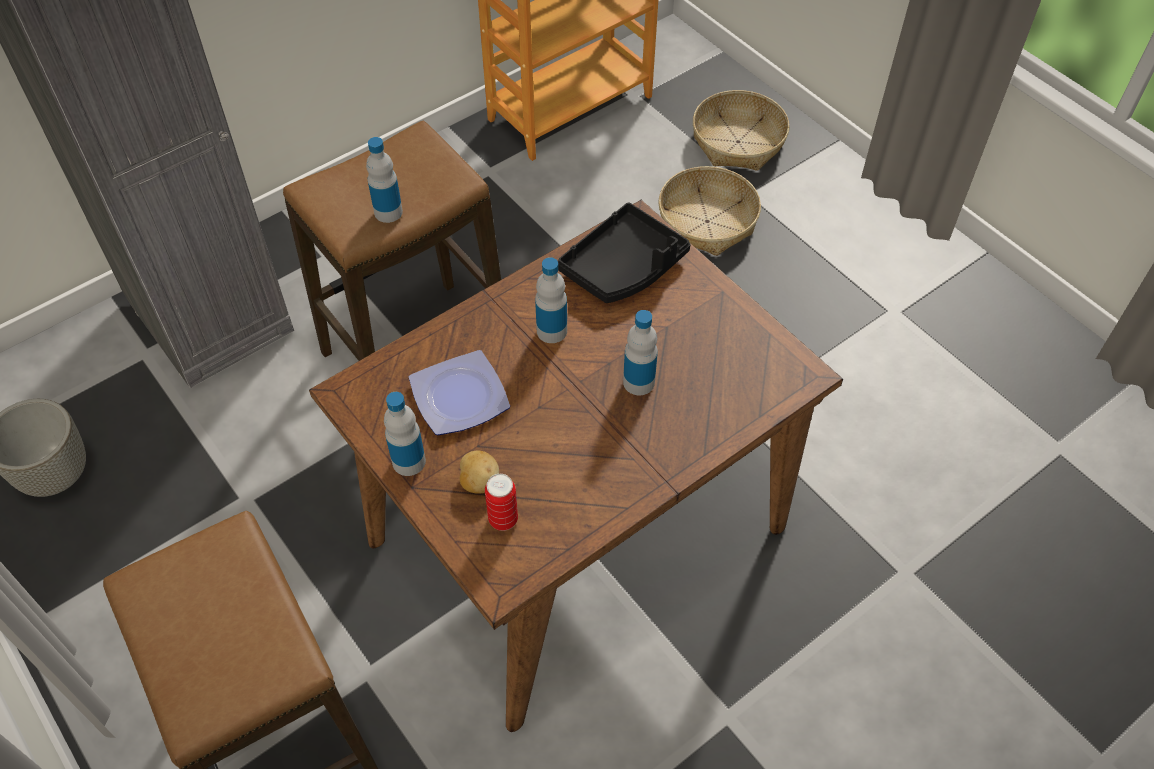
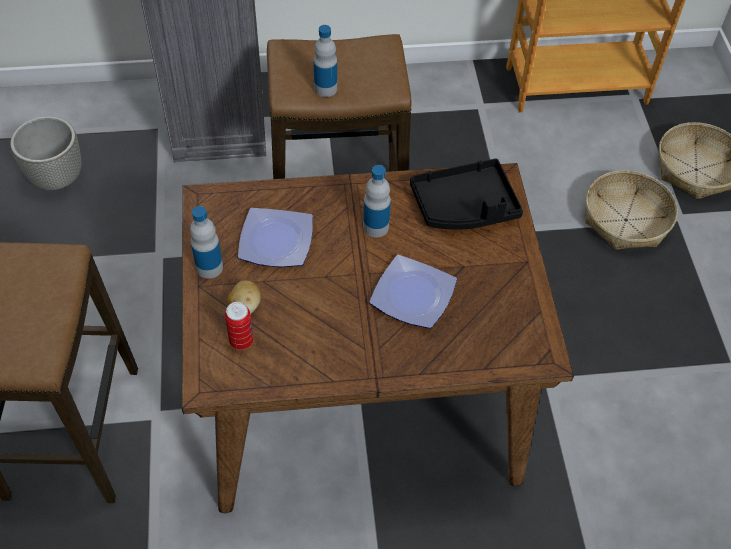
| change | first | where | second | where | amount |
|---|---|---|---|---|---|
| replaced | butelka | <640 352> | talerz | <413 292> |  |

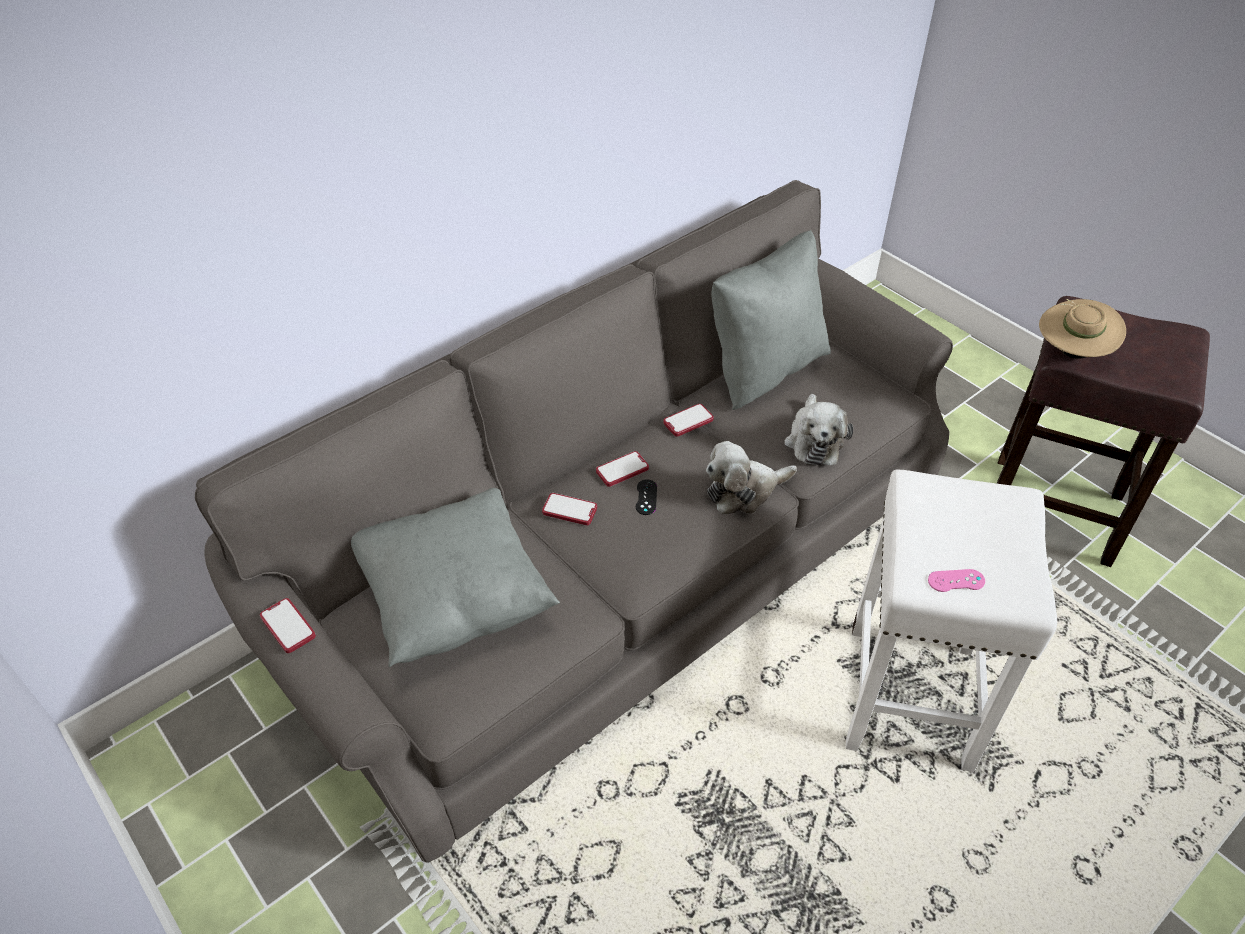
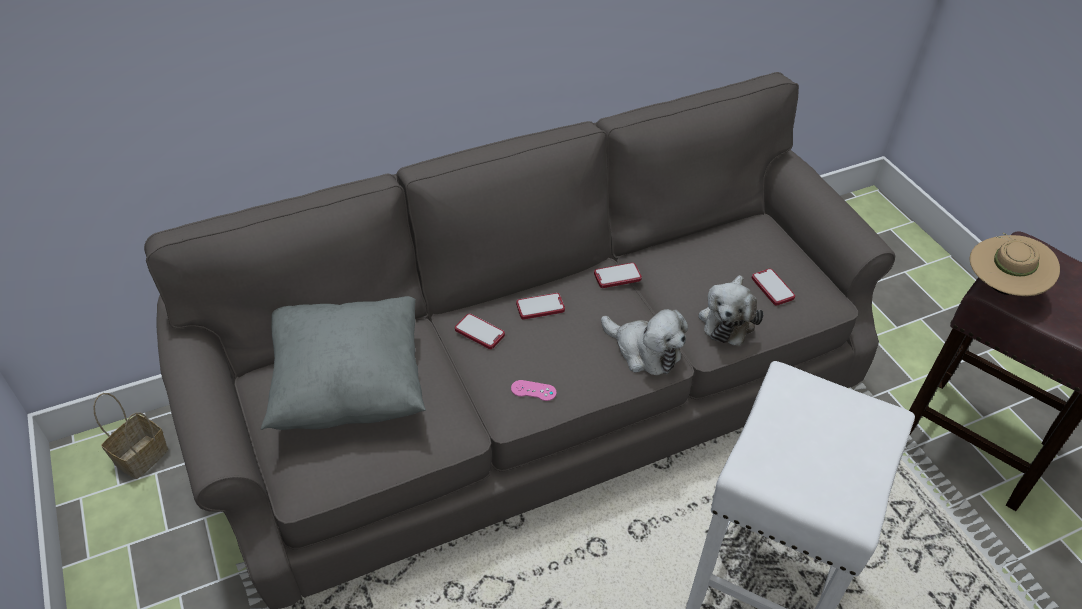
| change | first | where | second | where | amount |
|---|---|---|---|---|---|
| removed | poduszka/szary | <771 320> |  |  |  |
| turned | pluszak | <751 477> |  | <644 342> | 135 degrees counterclockwise |
| removed | pad do gier/czarny | <646 497> |  |  |  |
| moved | pad do gier/różowy | <956 580> |  | <533 390> |  |
| moved | telefon | <288 625> |  | <773 287> |  |
| added |  |  | koszyk | <131 436> |  |

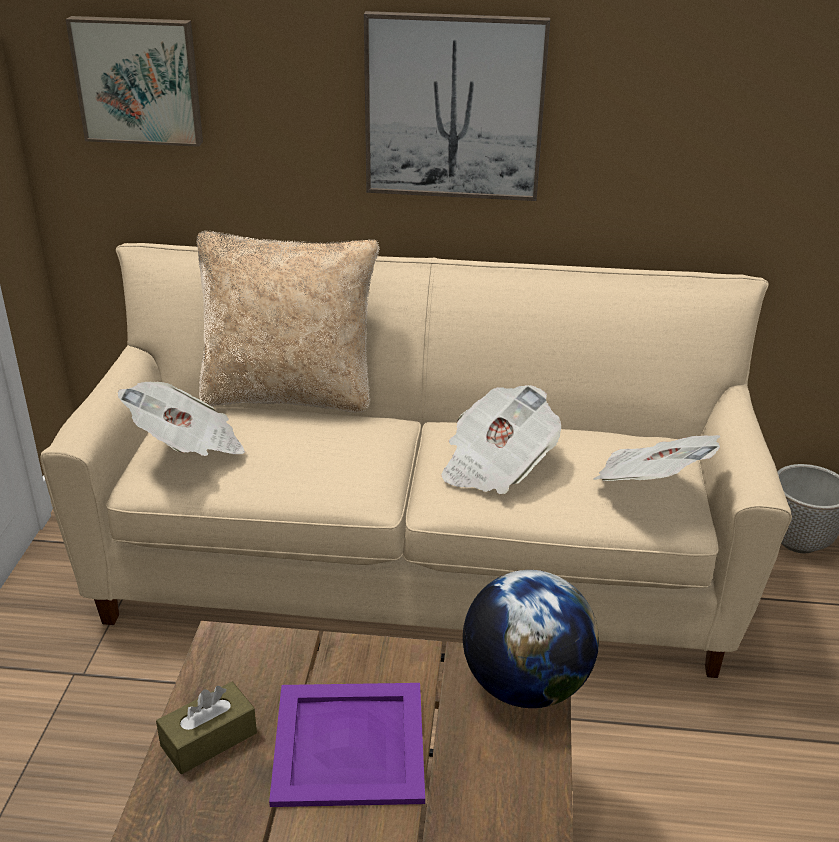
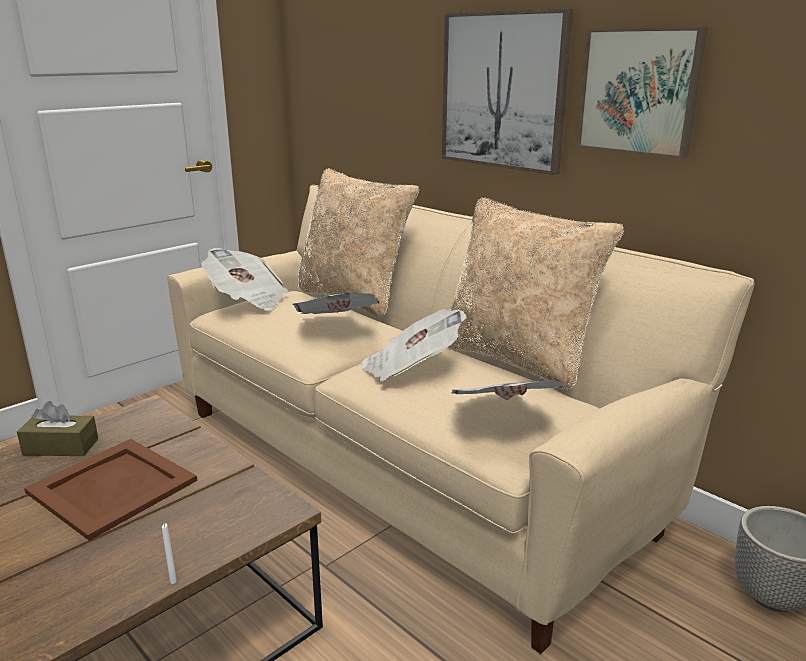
| change | first | where | second | where | amount |
|---|---|---|---|---|---|
| moved | obraz | <134 81> |  | <642 93> |  |
| removed | globus | <531 639> |  |  |  |
| recoloured | taca/fioletowy | <347 745> | taca/brązowy | <110 490> |  |
| added |  |  | poduszka/beżowy | <536 293> |  |
| added |  |  | gazeta | <336 303> |  |
| added |  |  | świeca/biały | <169 553> |  |

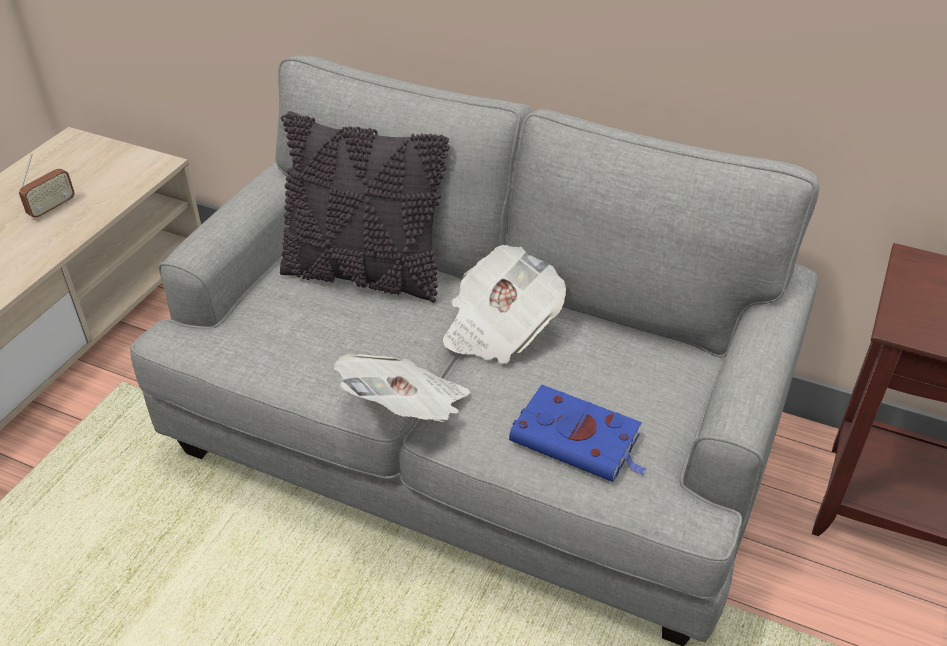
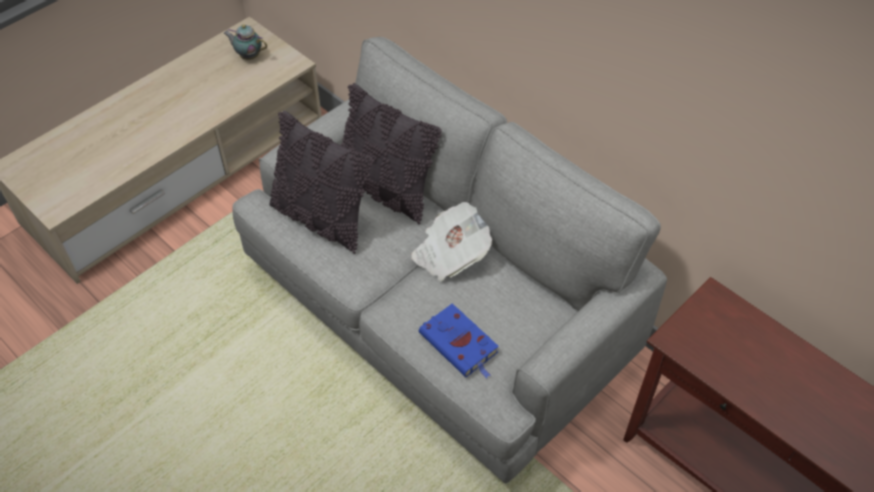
| change | first | where | second | where | amount |
|---|---|---|---|---|---|
| removed | radio | <47 186> |  |  |  |
| removed | gazeta | <402 388> |  |  |  |
| added |  |  | imbryk | <245 42> |  |
| added |  |  | poduszka/czarny | <321 182> |  |

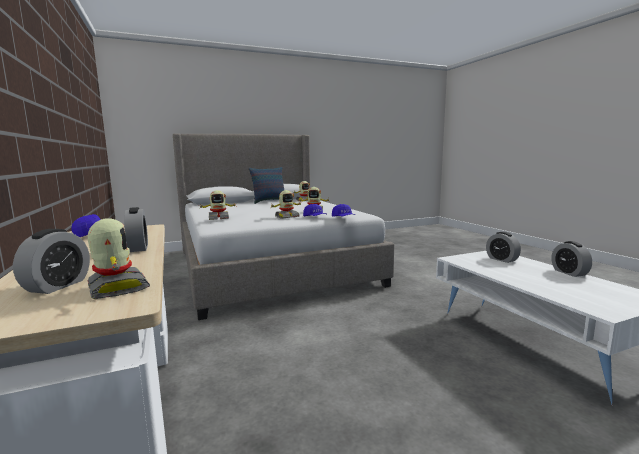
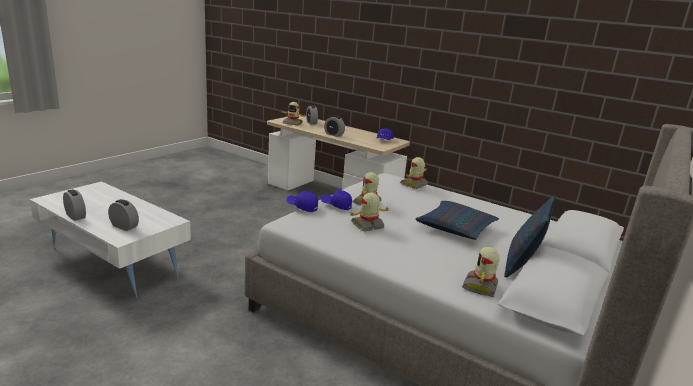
| change | first | where | second | where | amount |
|---|---|---|---|---|---|
| added |  |  | poduszka/niebieski | <457 220> |  |

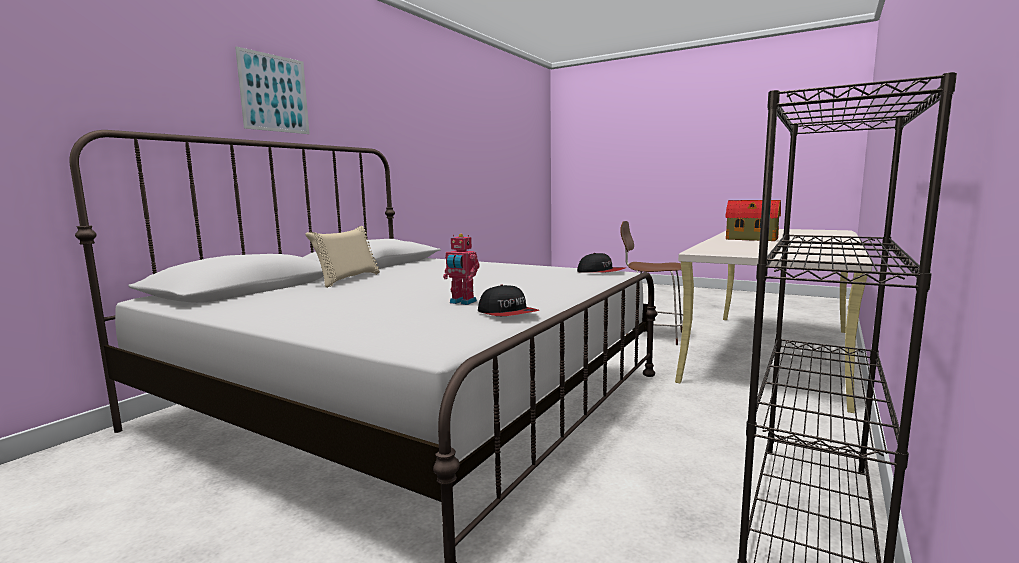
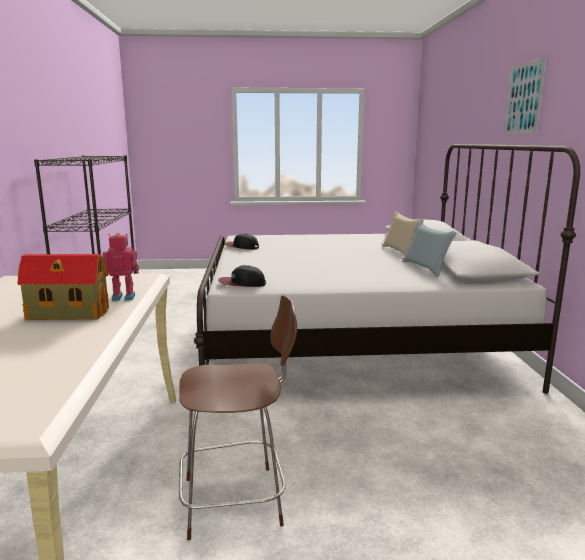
| change | first | where | second | where | amount |
|---|---|---|---|---|---|
| moved | robot zabawkowy | <461 269> |  | <120 267> |  |
| added |  |  | poduszka/niebieski | <428 249> |  |

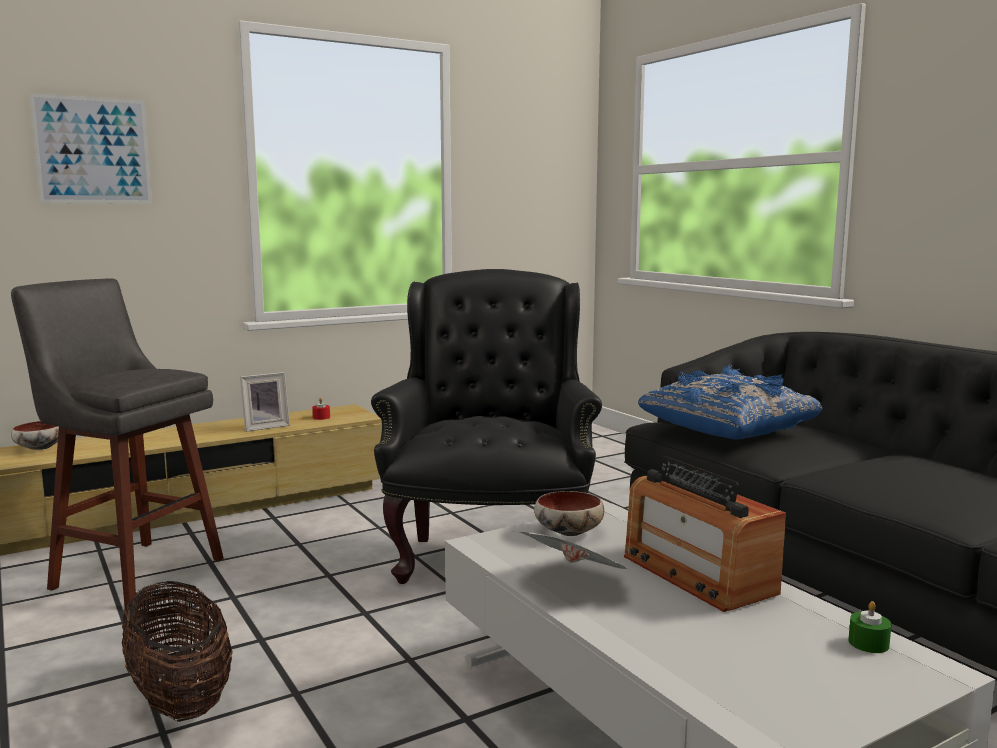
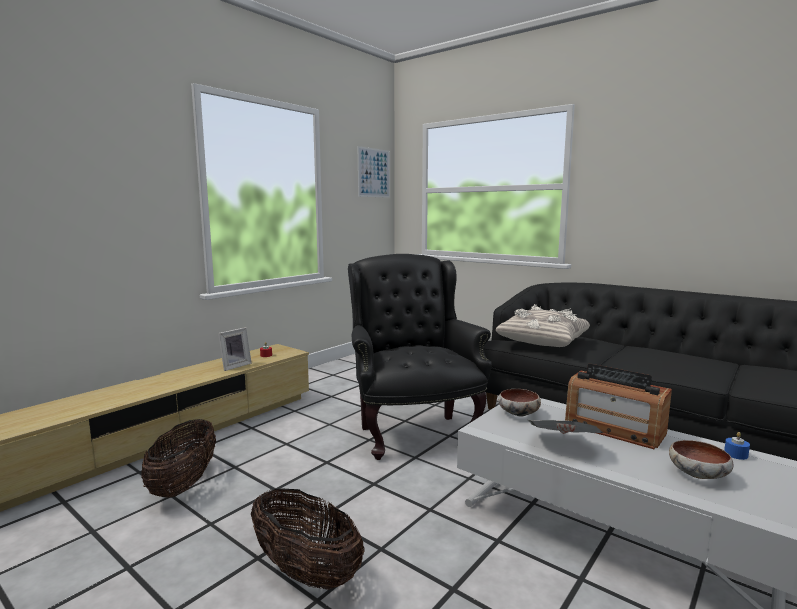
| change | first | where | second | where | amount |
|---|---|---|---|---|---|
| moved | obraz | <90 148> |  | <374 172> |  |
| replaced | stołek/szary | <117 442> | koszyk | <178 458> |  |
| recoloured | poduszka/niebieski | <730 401> | poduszka/beżowy | <543 326> |  |
| moved | miska | <35 435> |  | <701 459> |  |
| recoloured | świeca/zielony | <869 627> | świeca/niebieski | <737 446> |  |

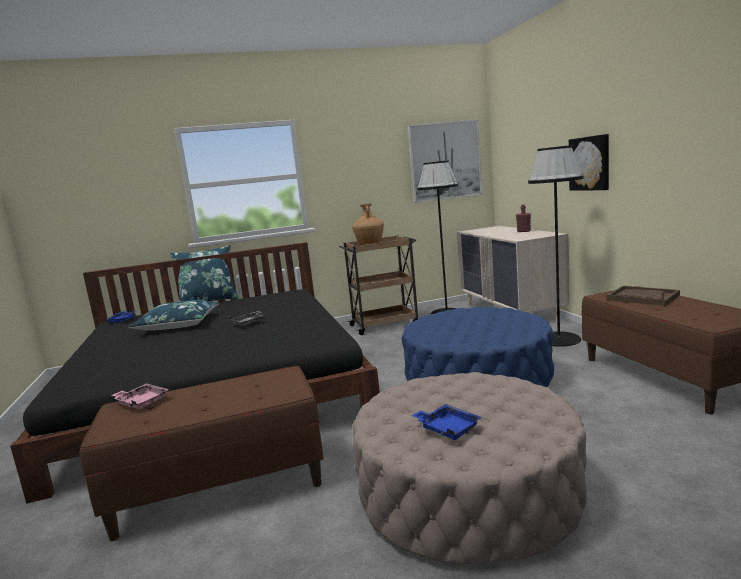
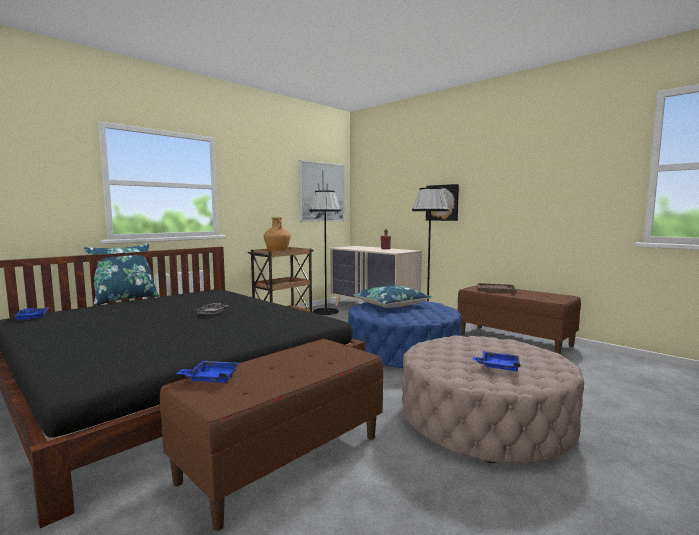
| change | first | where | second | where | amount |
|---|---|---|---|---|---|
| moved | poduszka/niebieski | <174 315> |  | <392 296> |  |
| recoloured | taca/różowy | <140 396> | taca/niebieski | <208 372> |  |

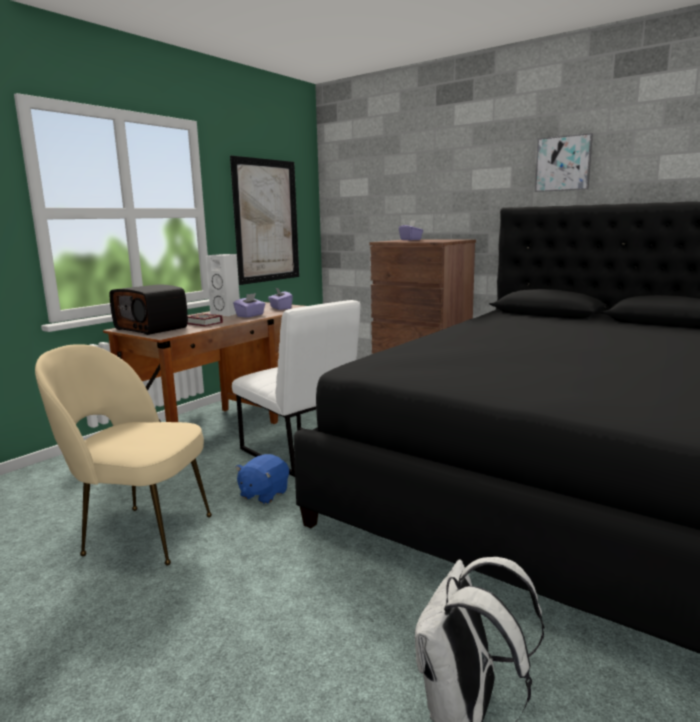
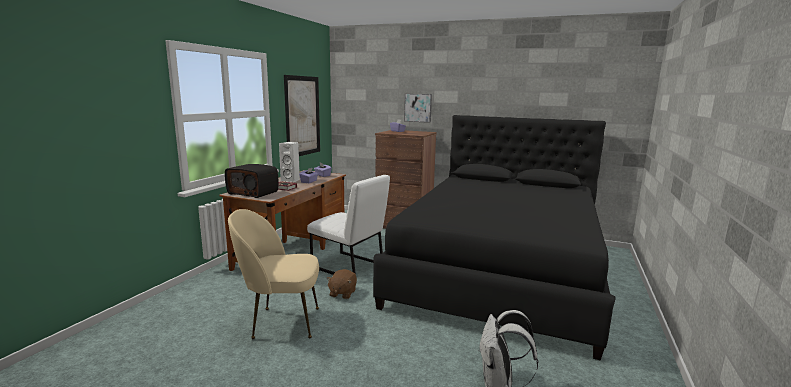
| change | first | where | second | where | amount |
|---|---|---|---|---|---|
| moved | obraz | <564 162> |  | <418 108> |  |
| recoloured | pluszak/niebieski | <262 479> | pluszak/brązowy | <341 284> |  |

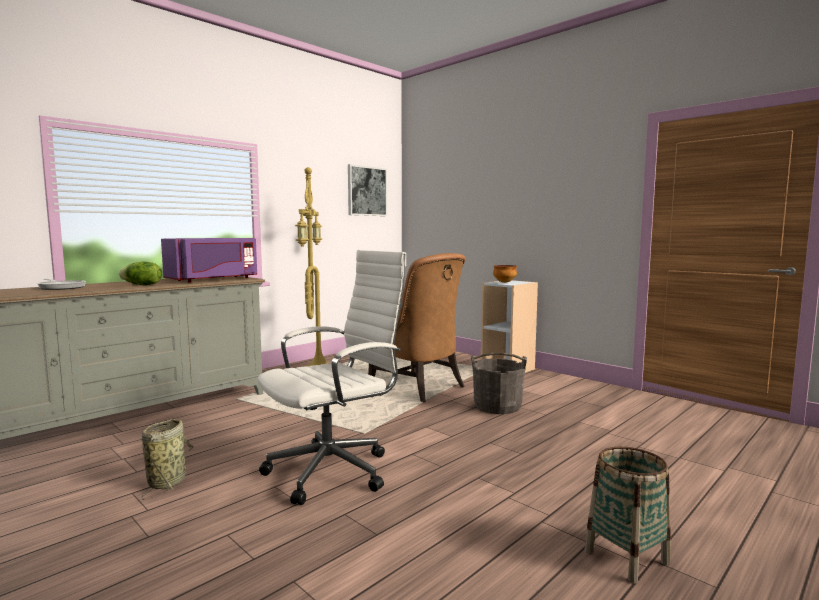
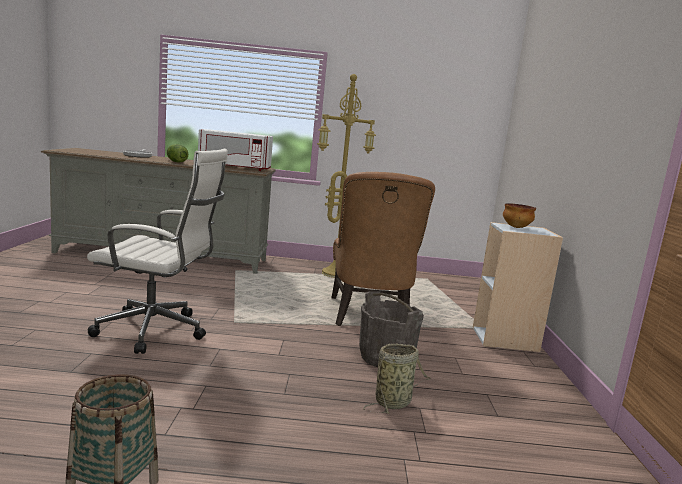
| change | first | where | second | where | amount |
|---|---|---|---|---|---|
| removed | obraz | <367 190> |  |  |  |
| recoloured | mikrofalówka/fioletowy | <209 260> | mikrofalówka/biały | <235 150> |  |
| moved | koszyk | <167 459> |  | <397 378> |  |

